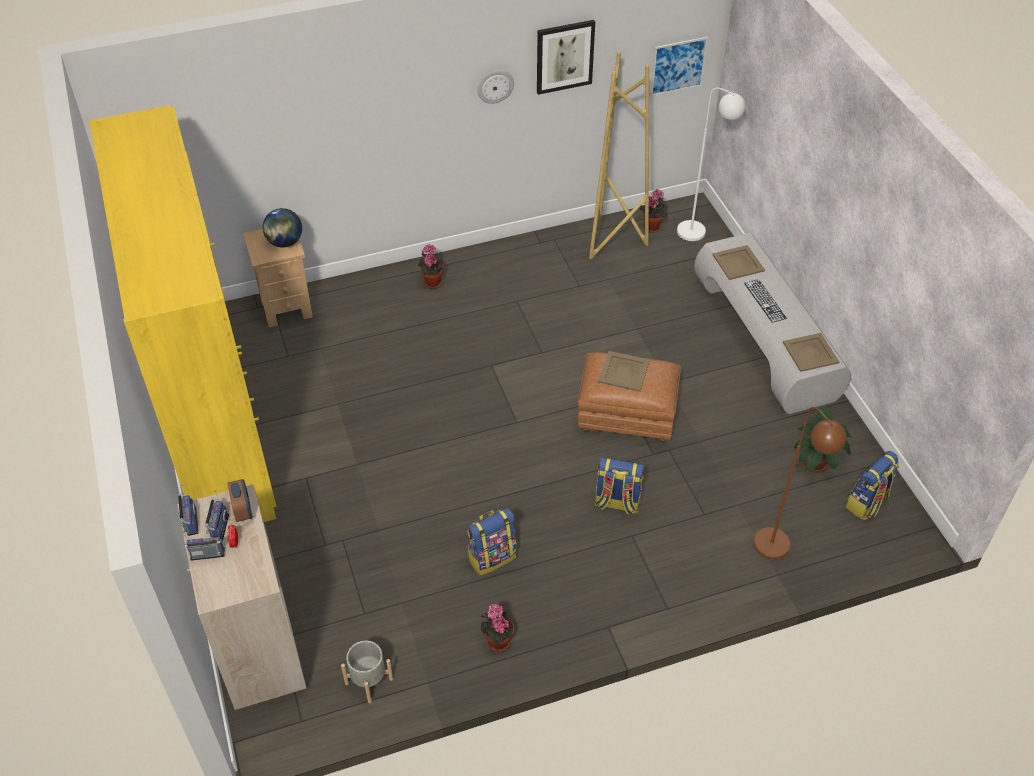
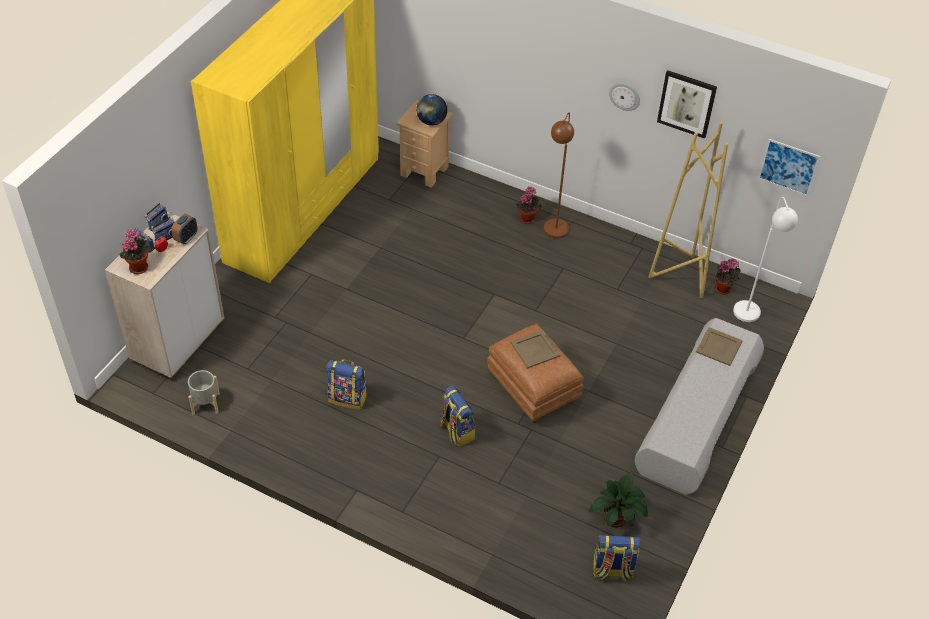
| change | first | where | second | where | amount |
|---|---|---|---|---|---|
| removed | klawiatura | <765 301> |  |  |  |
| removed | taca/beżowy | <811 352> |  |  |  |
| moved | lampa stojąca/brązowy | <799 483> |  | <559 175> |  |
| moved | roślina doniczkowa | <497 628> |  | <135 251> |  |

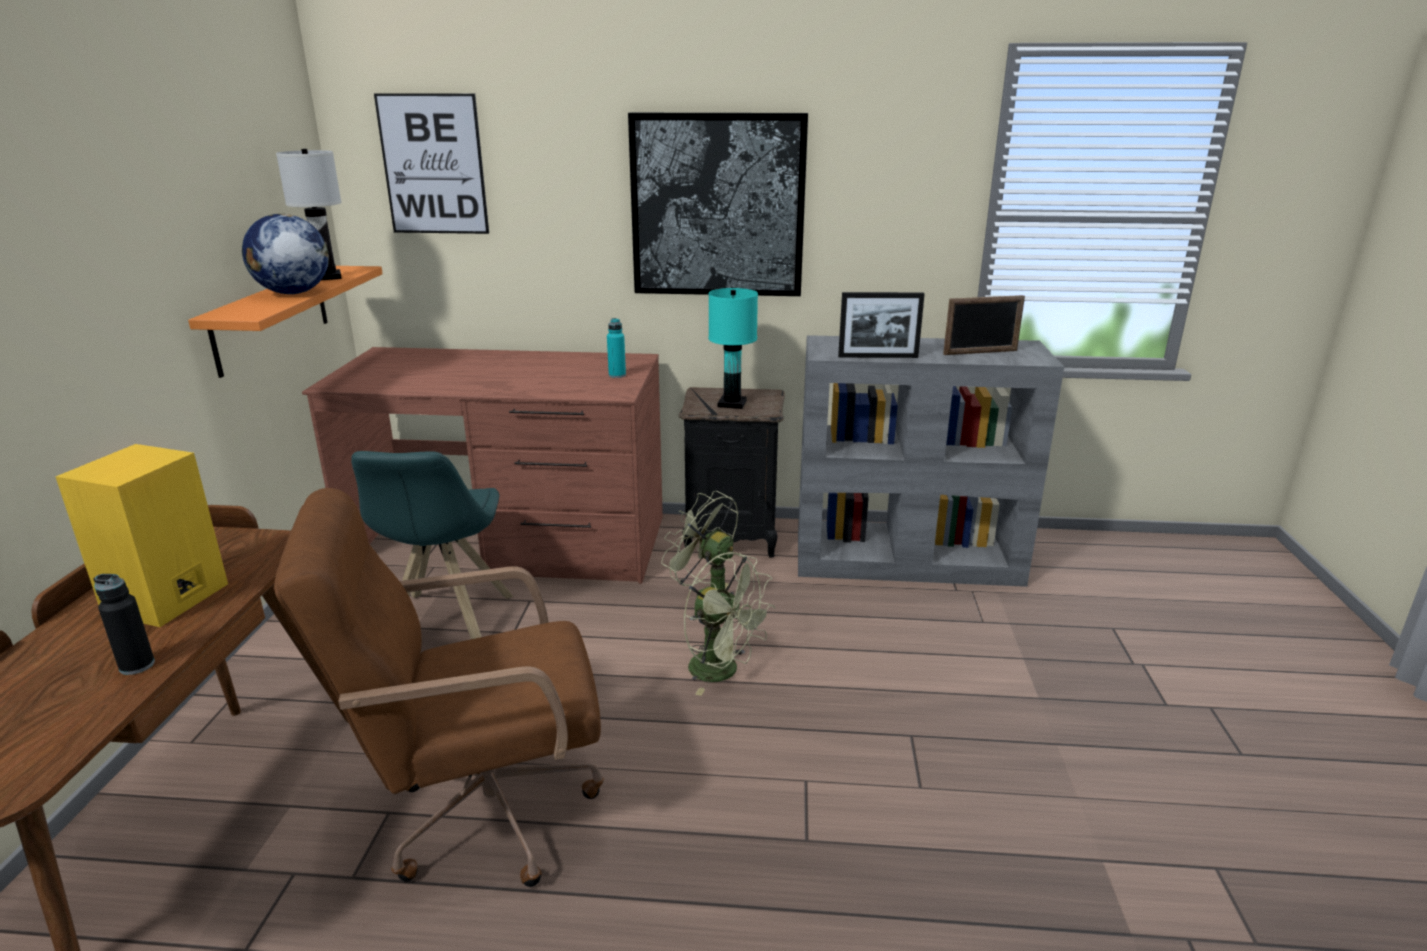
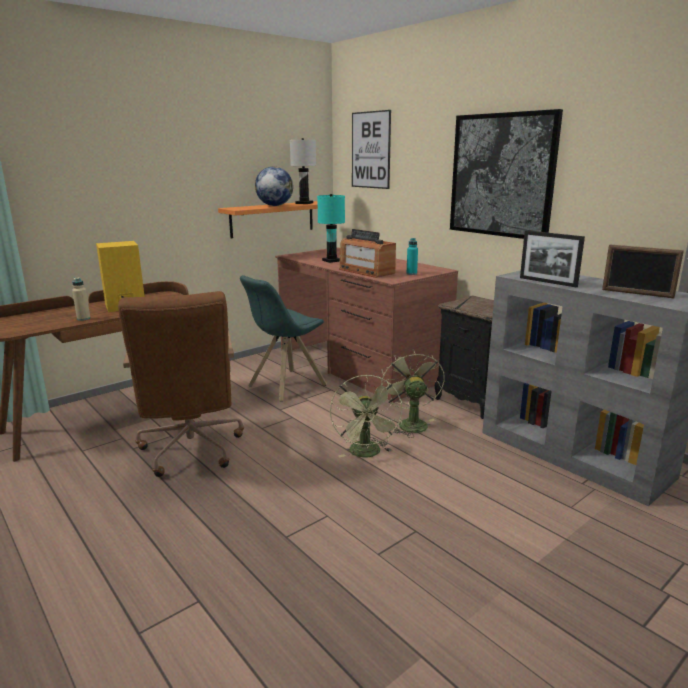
| change | first | where | second | where | amount |
|---|---|---|---|---|---|
| moved | lampa stołowa/turkusowy | <733 348> |  | <331 228> |  |
| turned | krzesło biurowe/brązowy | <439 687> |  | <181 384> | 135 degrees counterclockwise |
| recoloured | butelka/czarny | <124 624> | butelka/beżowy | <81 299> |  |
| added |  |  | radio | <367 253> |  |

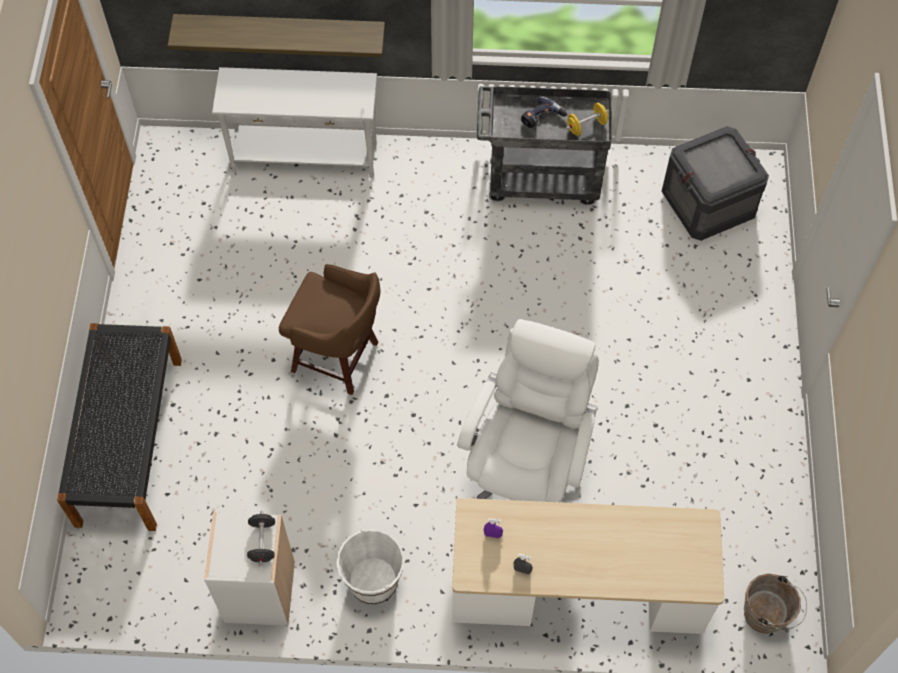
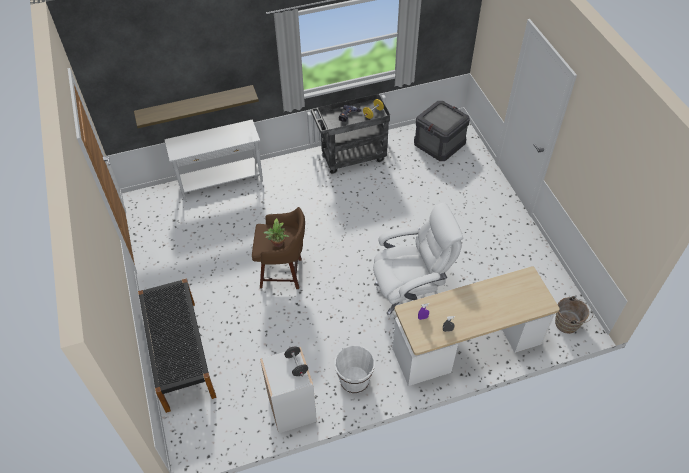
| change | first | where | second | where | amount |
|---|---|---|---|---|---|
| turned | krzesło biurowe/biały | <528 410> |  | <418 260> | 75 degrees clockwise |
| added |  |  | roślina doniczkowa | <277 232> |  |

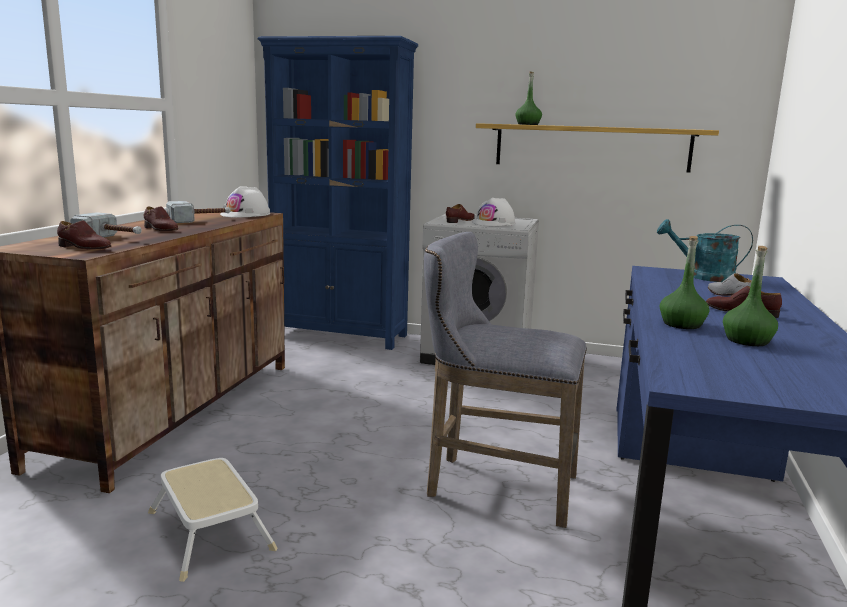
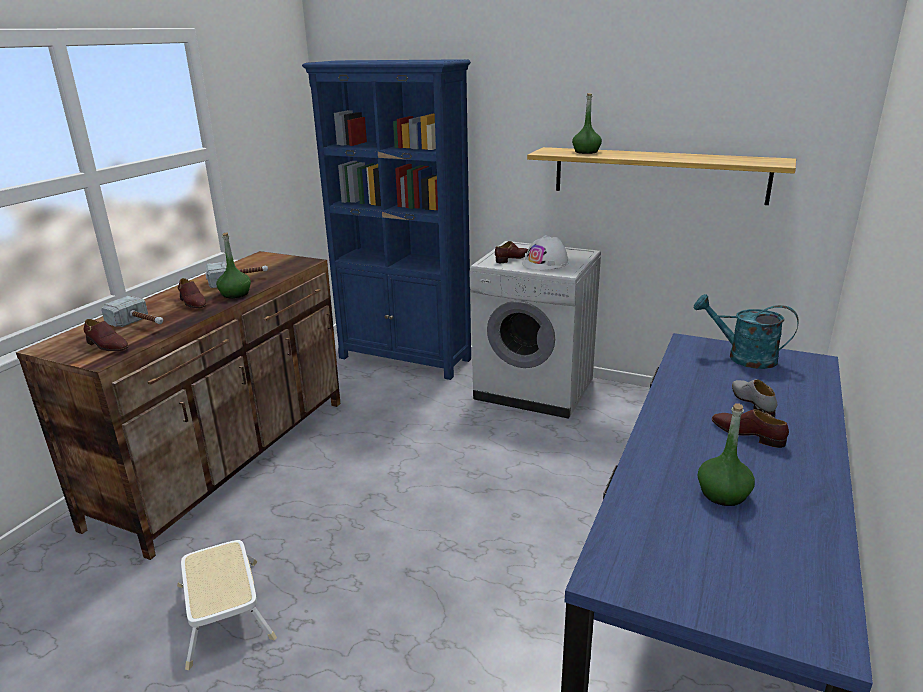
| change | first | where | second | where | amount |
|---|---|---|---|---|---|
| removed | kask/biały | <245 202> |  |  |  |
| removed | stołek/szary | <505 380> |  |  |  |
| moved | butelka/zielony | <685 282> |  | <233 265> |  |

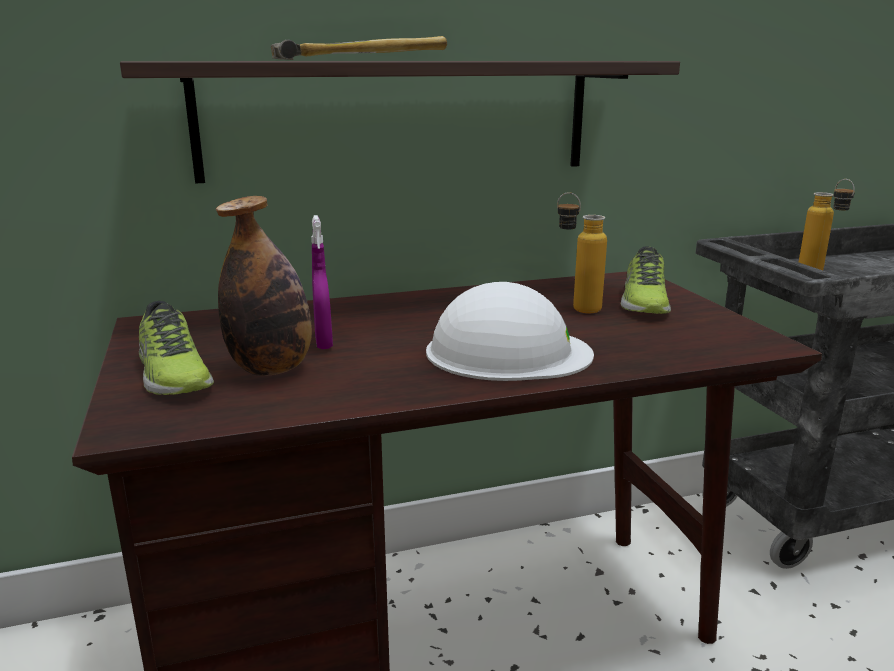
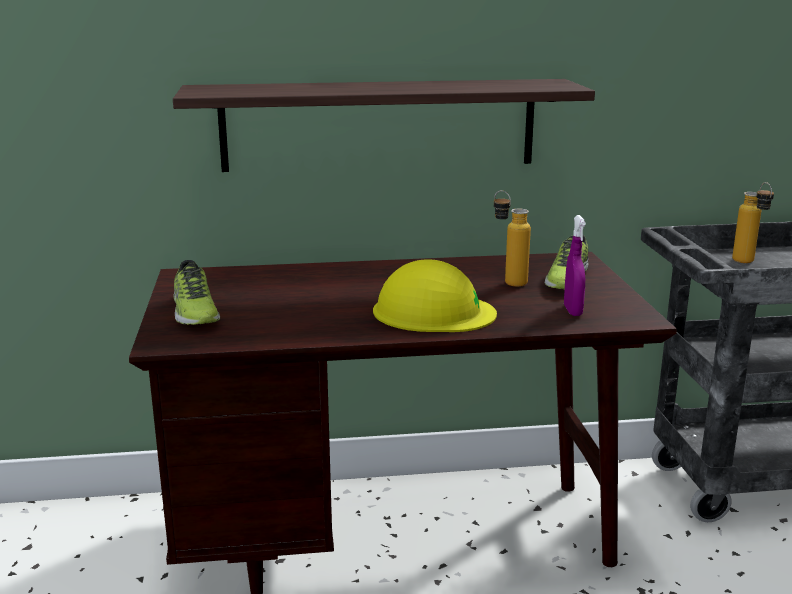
| change | first | where | second | where | amount |
|---|---|---|---|---|---|
| removed | młotek | <359 48> |  |  |  |
| removed | butelka | <264 286> |  |  |  |
| moved | spryskiwacz/fioletowy | <322 282> |  | <575 265> |  |
| recoloured | kask/biały | <510 331> | kask/żółty | <435 295> |  |

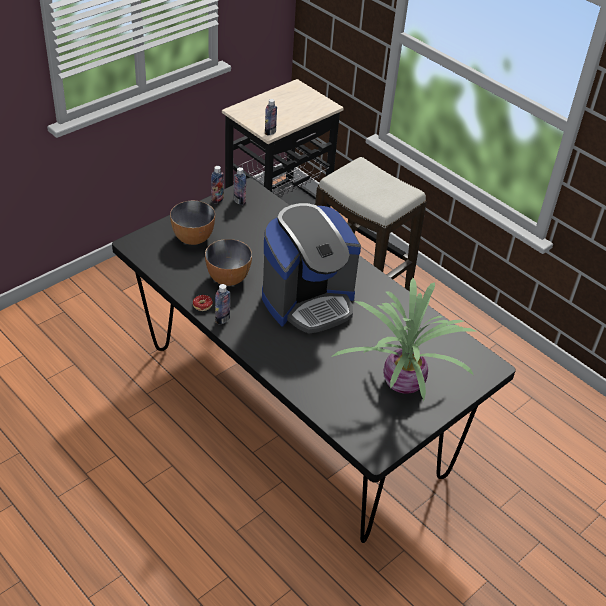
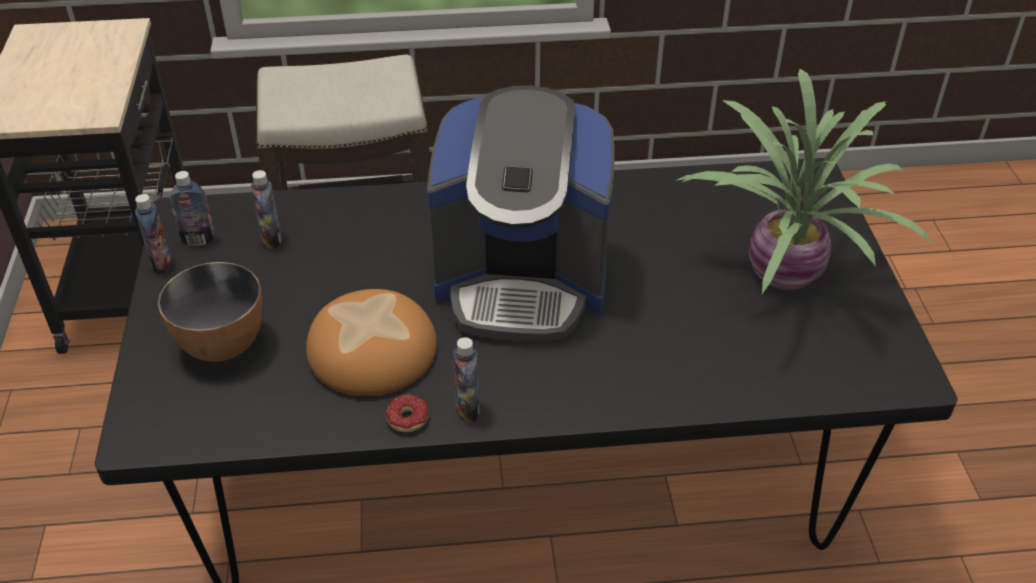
| change | first | where | second | where | amount |
|---|---|---|---|---|---|
| moved | butelka | <271 117> |  | <266 209> |  |
| turned | ekspres do kawy | <311 268> |  | <520 213> | 90 degrees clockwise |
| replaced | miska | <228 262> | chleb | <371 342> |  |

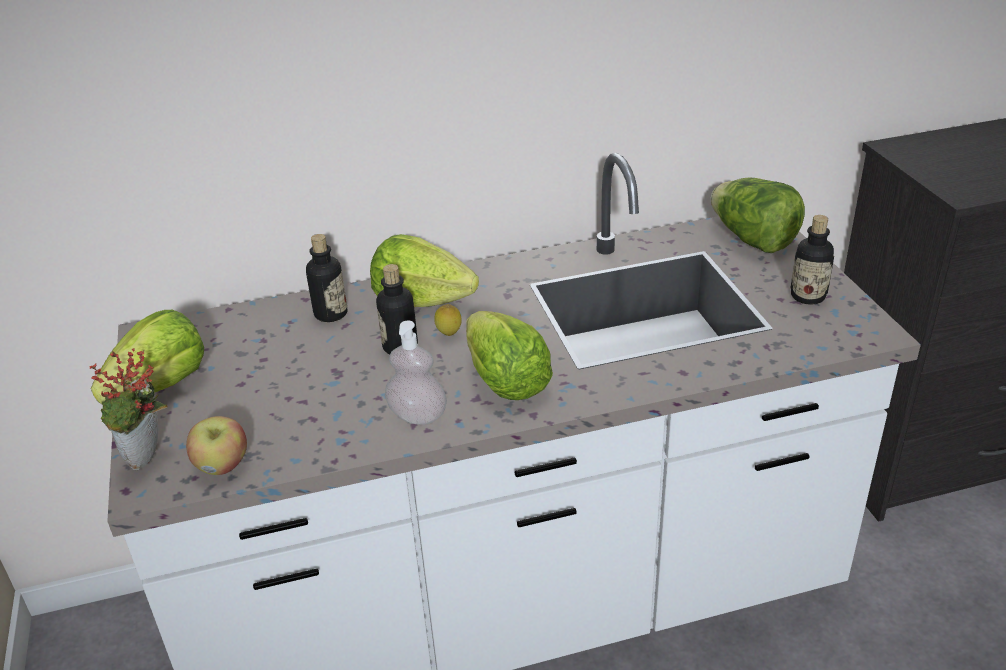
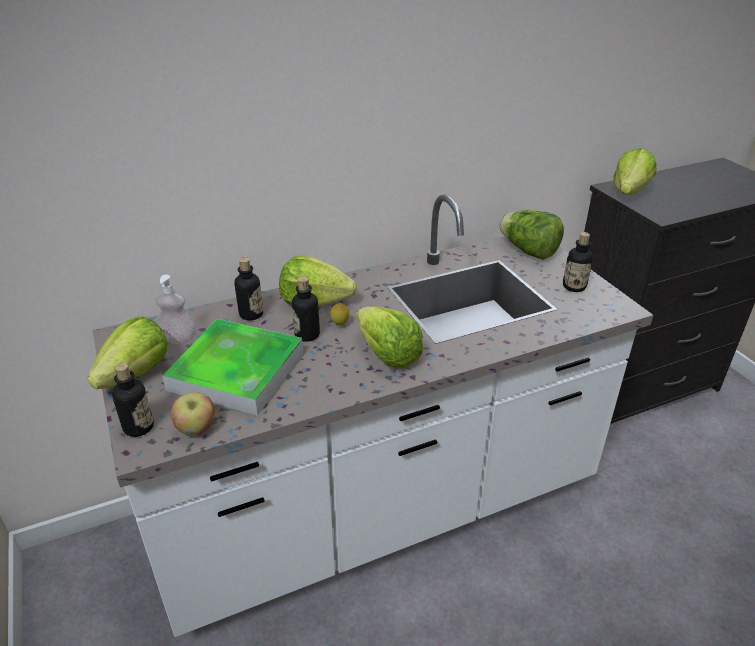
| change | first | where | second | where | amount |
|---|---|---|---|---|---|
| moved | dozownik mydła | <416 372> |  | <176 309> |  |
| replaced | roślina doniczkowa | <128 409> | butelka | <133 400> |  |
| added |  |  | sałata | <635 171> |  |
| added |  |  | taca | <232 367> |  |

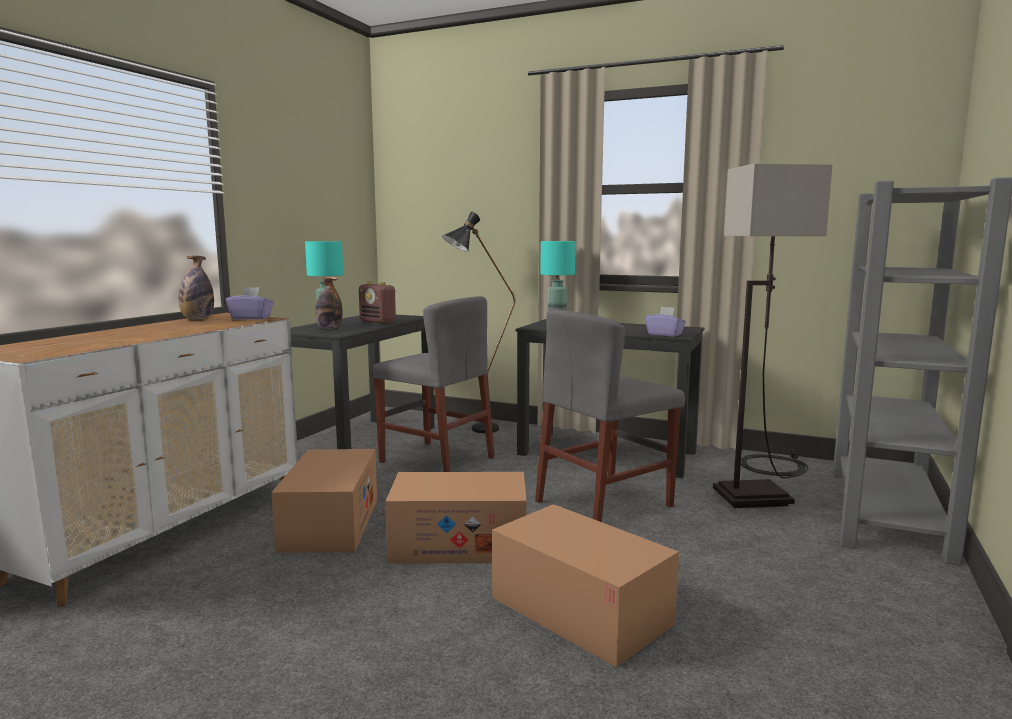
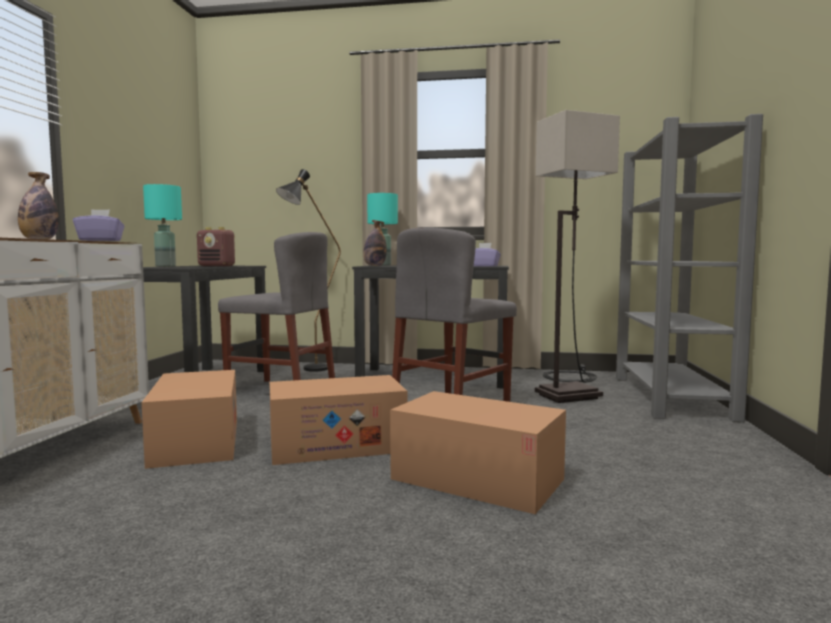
| change | first | where | second | where | amount |
|---|---|---|---|---|---|
| moved | butelka | <328 302> |  | <375 243> |  |

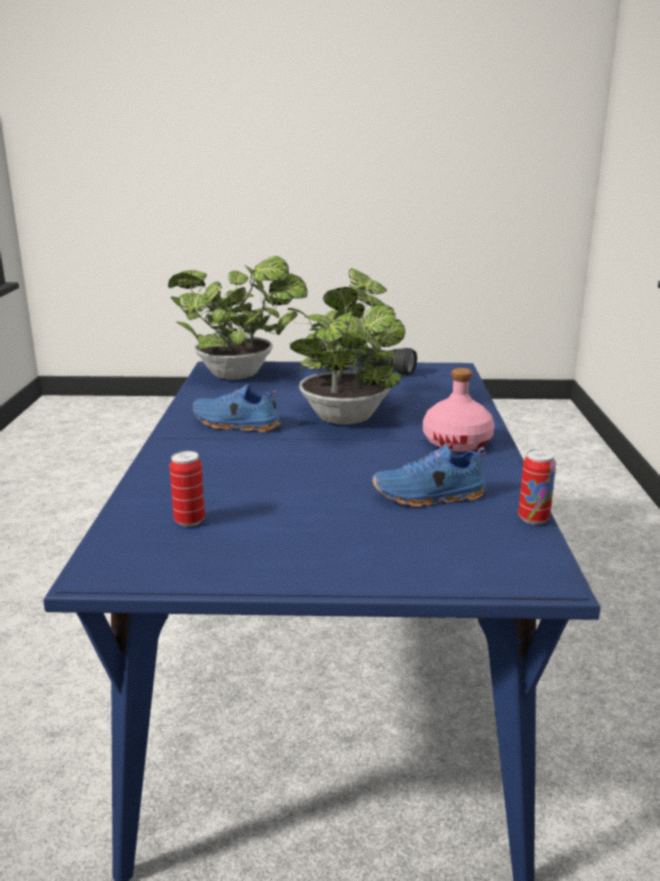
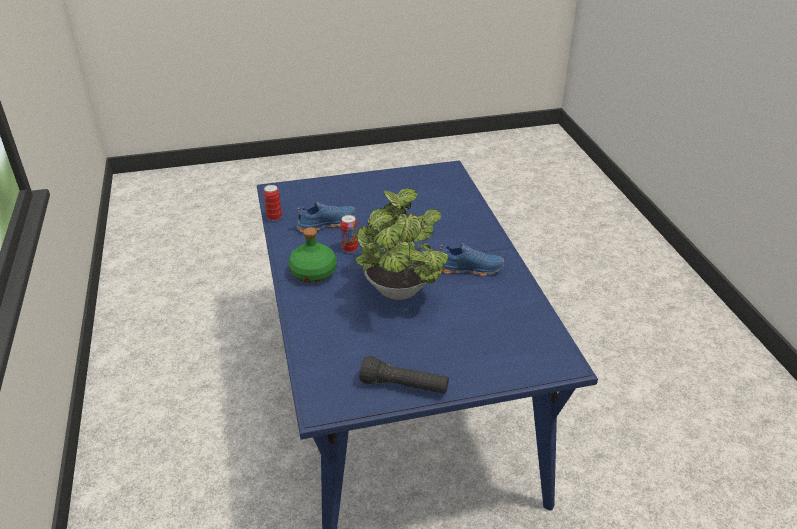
| change | first | where | second | where | amount |
|---|---|---|---|---|---|
| removed | roślina doniczkowa | <238 318> |  |  |  |
| recoloured | butelka/różowy | <459 410> | butelka/zielony | <312 255> |  |
| moved | puszka | <187 489> |  | <349 234> |  |

